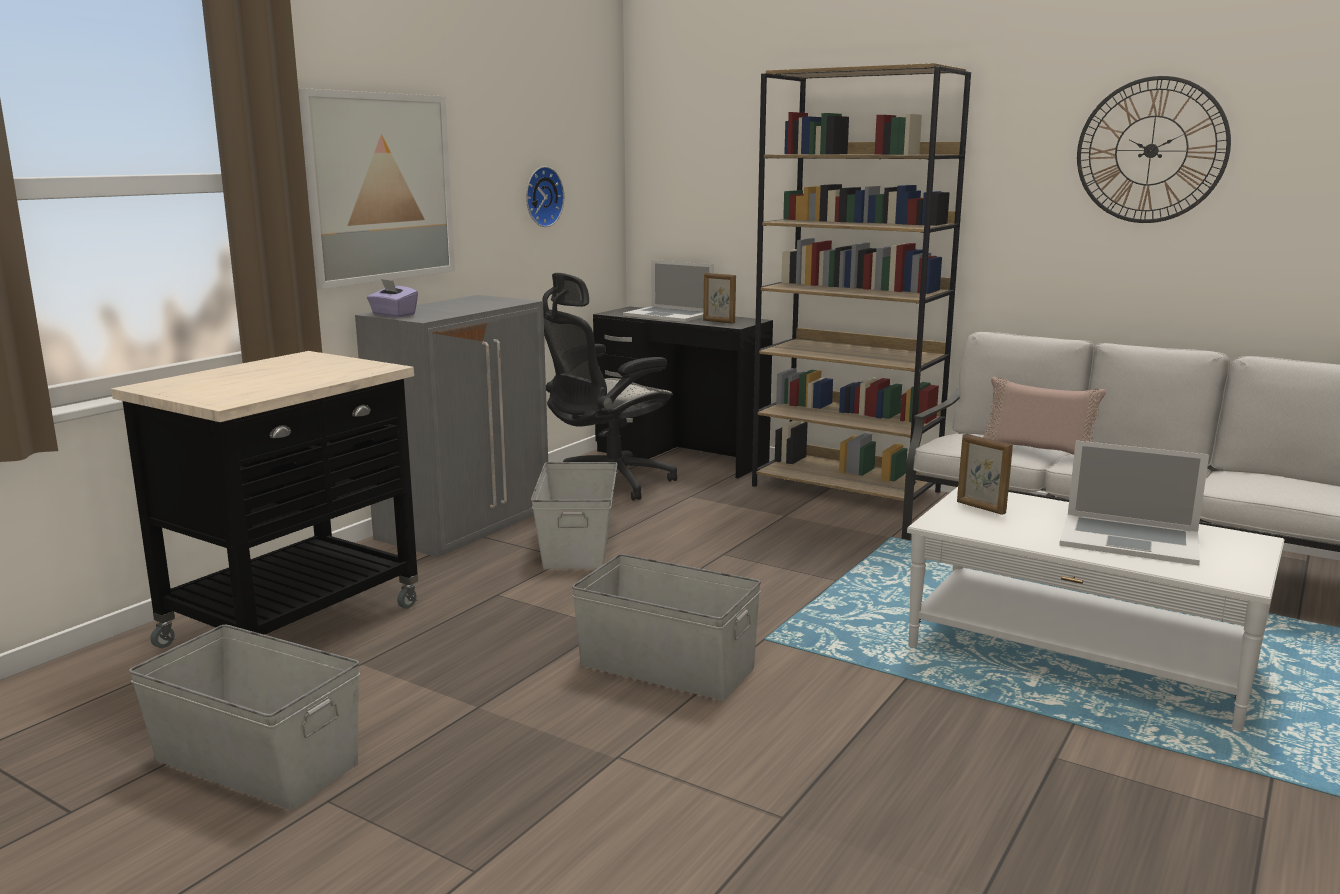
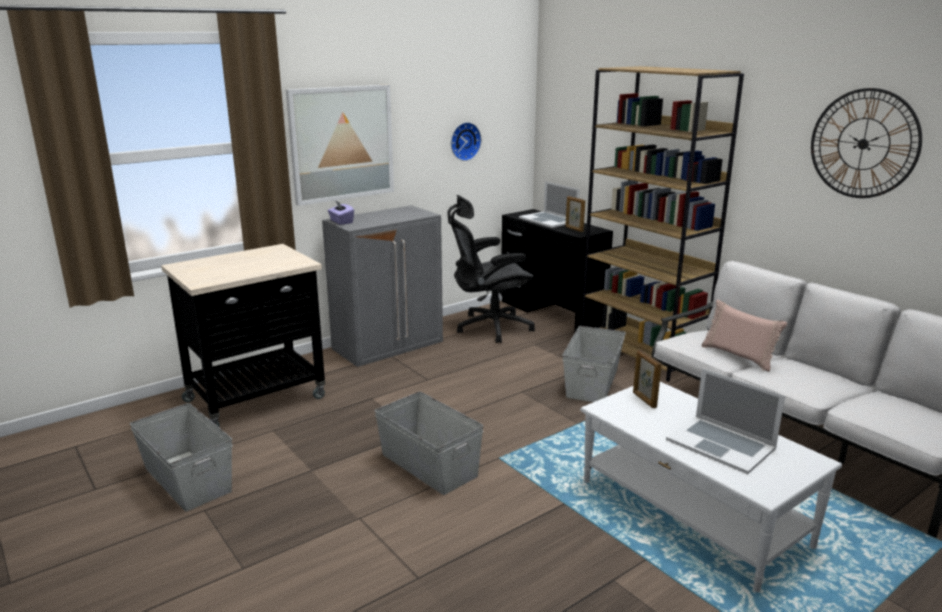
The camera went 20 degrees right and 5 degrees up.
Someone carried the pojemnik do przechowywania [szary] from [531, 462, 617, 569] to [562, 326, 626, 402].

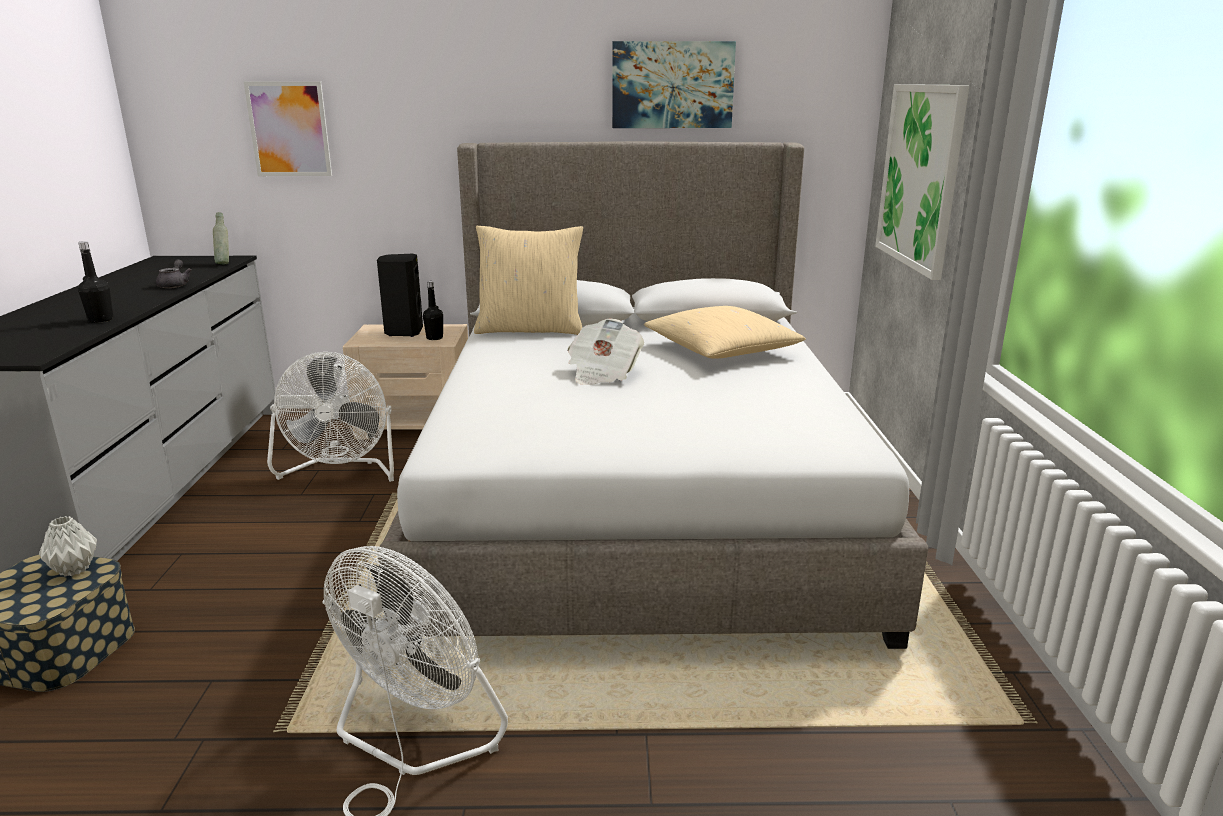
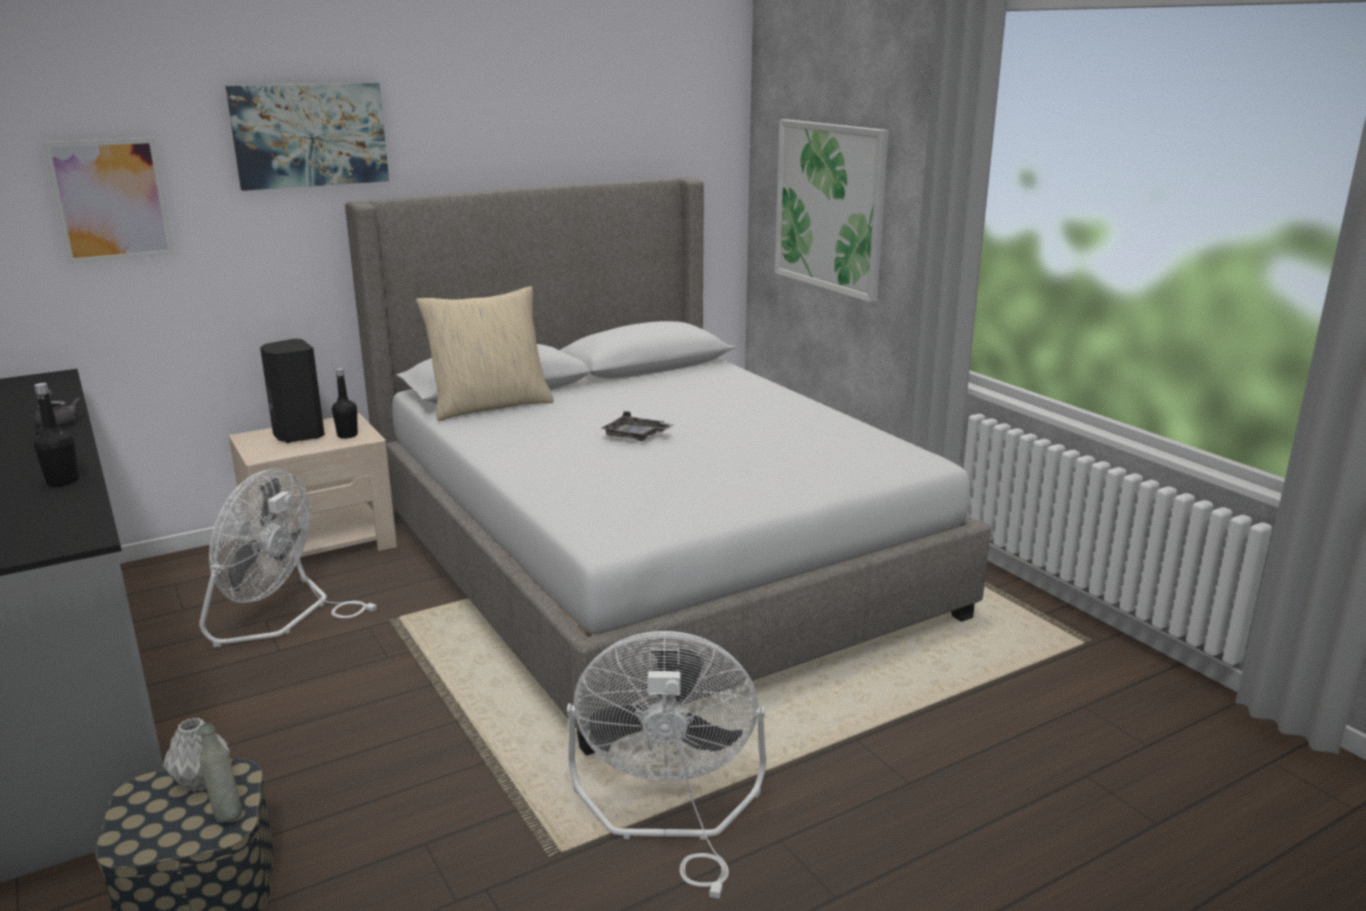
The camera went 30 degrees left and 0 degrees up.
Someone carried the butelka [szary] from [213, 212, 229, 264] to [200, 723, 242, 823].
Someone rotated the wentylator [biały] at [267, 352, 394, 482] by 135 degrees clockwise.
Someone swapped the gazeta at [568, 319, 644, 385] for the taca [szary] at [601, 411, 674, 441].
Someone carried the obraz from [612, 41, 736, 128] to [226, 83, 389, 191].
Someone took away the poduszka [beżowy] at [644, 306, 806, 359].

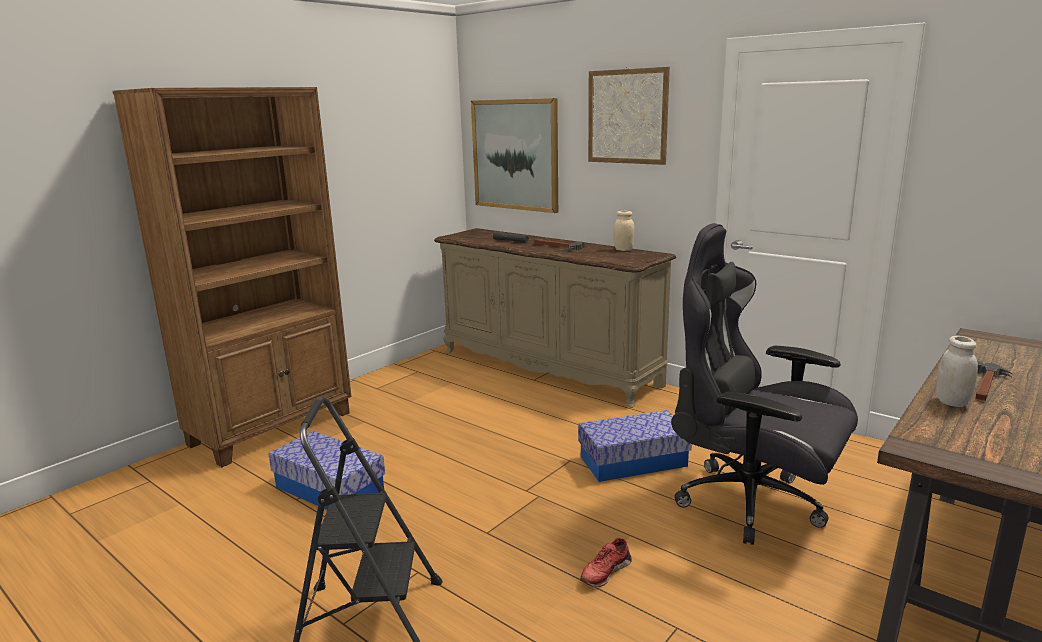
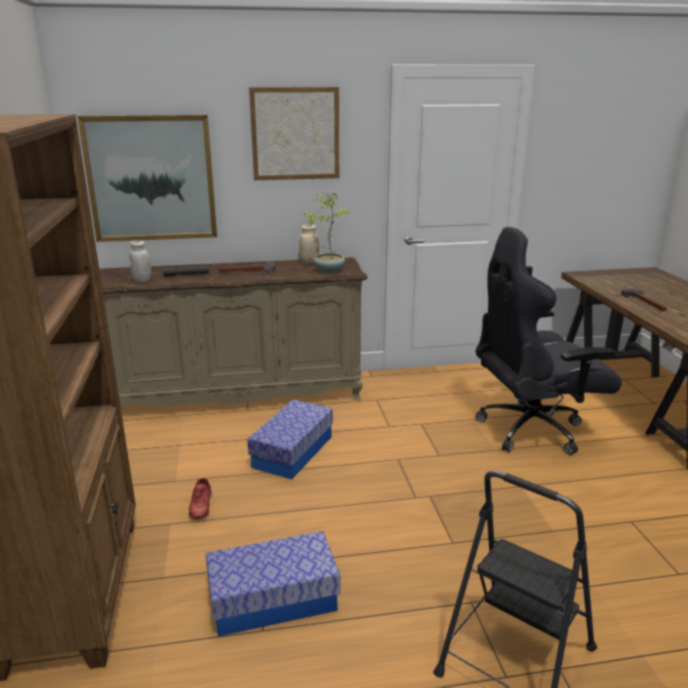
The camera went 50 degrees left and 5 degrees up.
Someone carried the pojemnik do przechowywania from [578, 410, 692, 482] to [247, 399, 333, 479].
Someone carried the but [czerwony] from [580, 538, 632, 587] to [189, 478, 212, 519].
Someone carried the słoik [biały] from [936, 336, 978, 407] to [129, 240, 151, 283].
Someone put down the roślina doniczkowa at [304, 192, 349, 273].

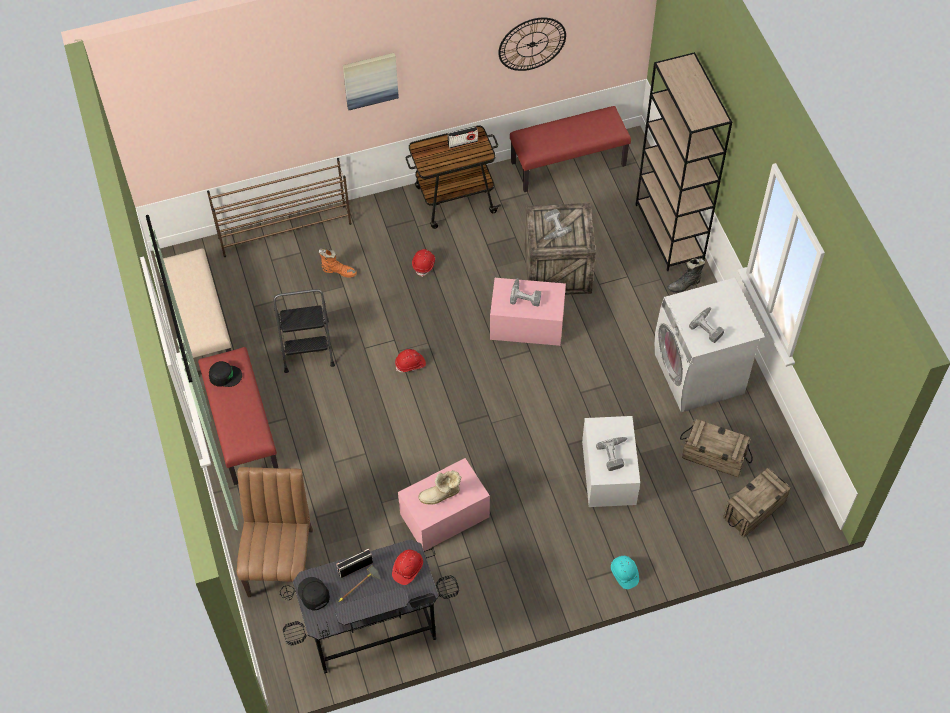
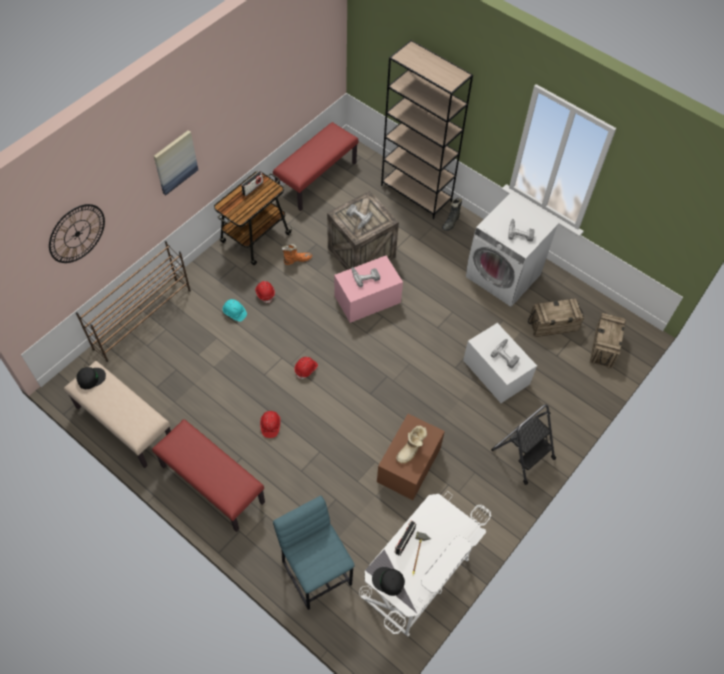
The camera went 35 degrees left and 0 degrees up.
Someone carried the czapka z daszkiem [czarny] from [209, 361, 242, 387] to [76, 367, 106, 389].
Someone swapped the krzesło [brązowy] at [237, 467, 313, 597] for the stołek [niebieski] at [273, 496, 355, 610].
Someone carried the drabinka [czarny] from [274, 289, 335, 373] to [491, 404, 556, 485].
Someone repainted the biurko [czarny] at [280, 539, 459, 673], which became the biurko [biały] at [359, 491, 491, 637].
Someone carried the but z cholewką [pomarańczowy] from [319, 249, 357, 277] to [282, 244, 312, 265].
Someone carried the kask [czerwony] from [392, 550, 423, 585] to [260, 411, 281, 438].
Someone repainted the pojemnik do przechowywania [różowy] at [398, 458, 490, 551], which became the pojemnik do przechowywania [brązowy] at [377, 414, 445, 500].
Someone carried the zegar ścienny from [498, 18, 566, 71] to [49, 204, 105, 263].
Someone carried the kask [turkusowy] from [611, 556, 639, 589] to [223, 299, 247, 322].

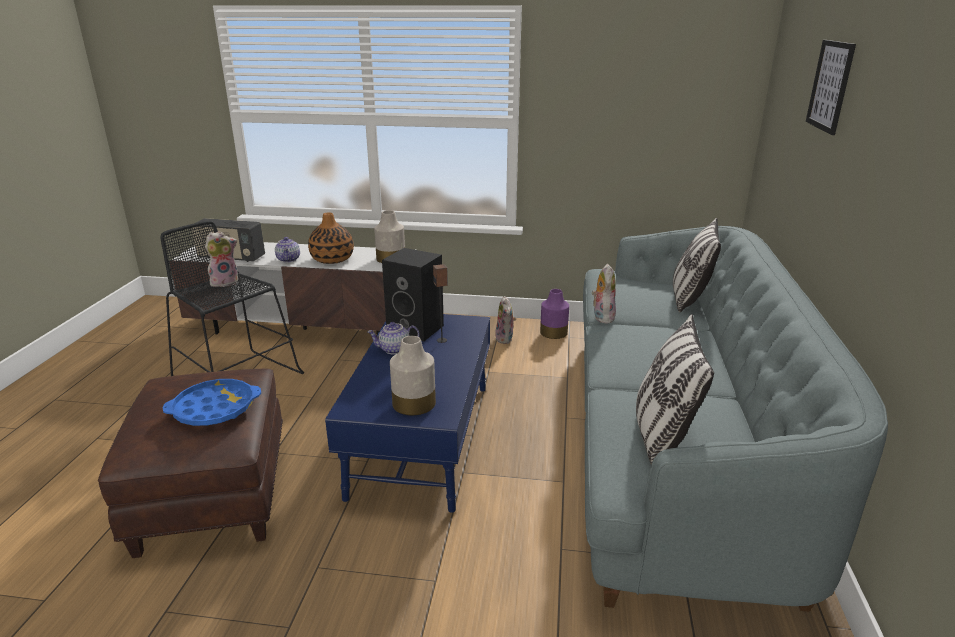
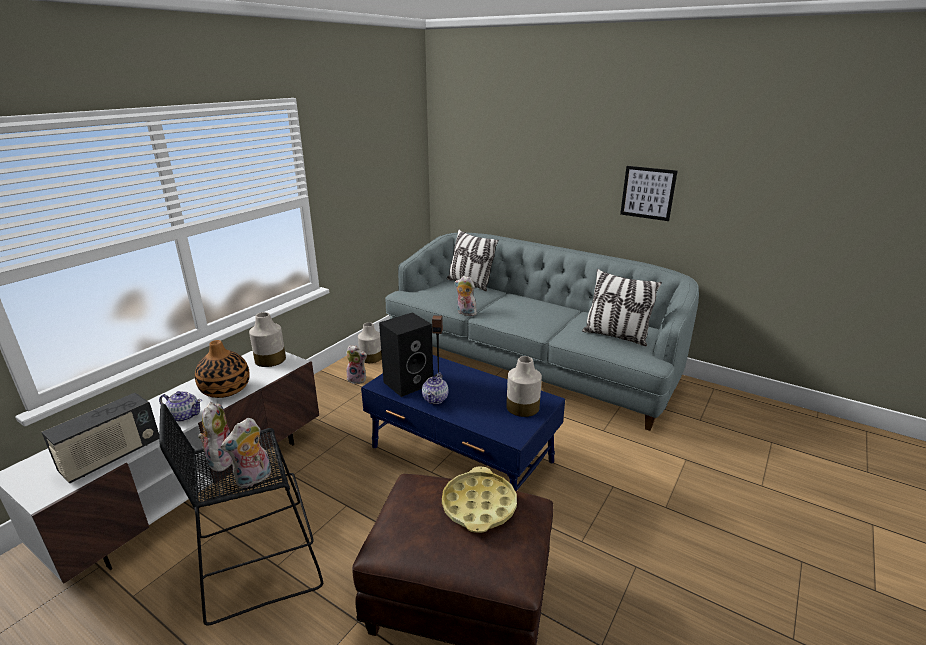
The camera went 65 degrees left and 0 degrees up.
Someone repainted the taca [niebieski] at [163, 379, 261, 426], which became the taca [żółty] at [442, 467, 517, 533].
Someone repainted the wazon [fioletowy] at [540, 289, 569, 339], which became the wazon [beżowy] at [358, 322, 382, 363].
Someone carried the obraz from [806, 40, 856, 135] to [620, 166, 677, 221].
Someone put down the pluszak at [221, 418, 271, 488].

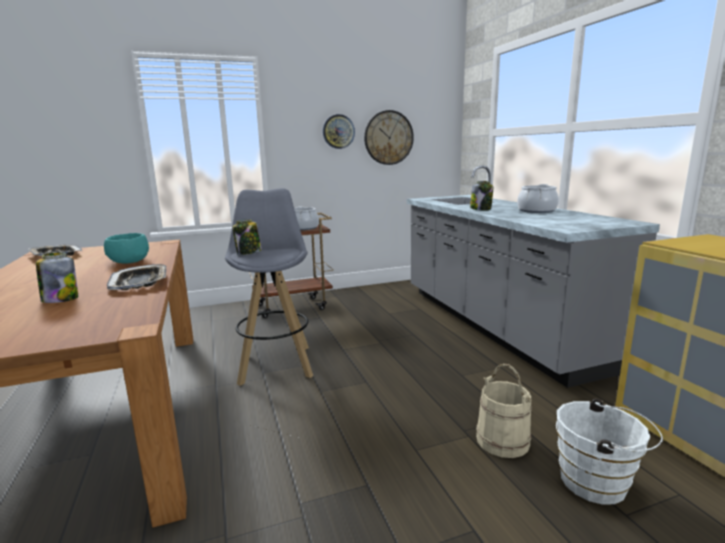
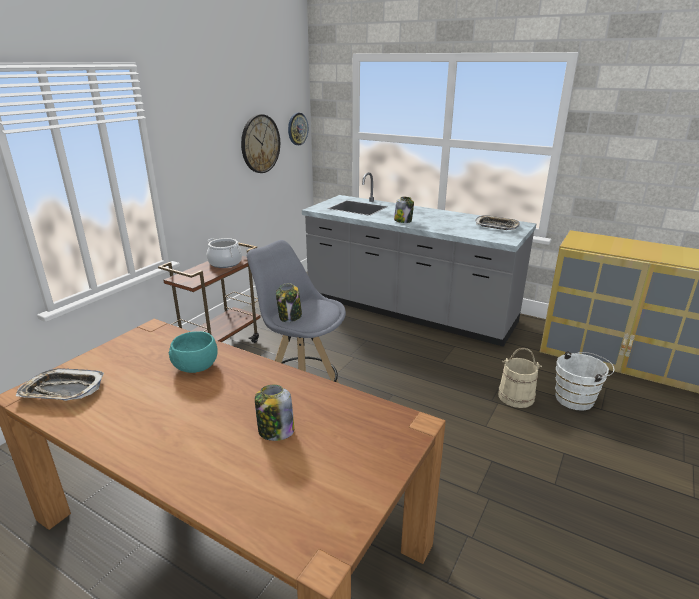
The camera went 40 degrees left and 10 degrees up.
Someone carried the taca from [107, 264, 166, 290] to [475, 215, 520, 230].
Someone carried the zegar ścienny from [323, 114, 355, 149] to [288, 113, 308, 145].
Someone took away the garnek at [517, 184, 559, 213].

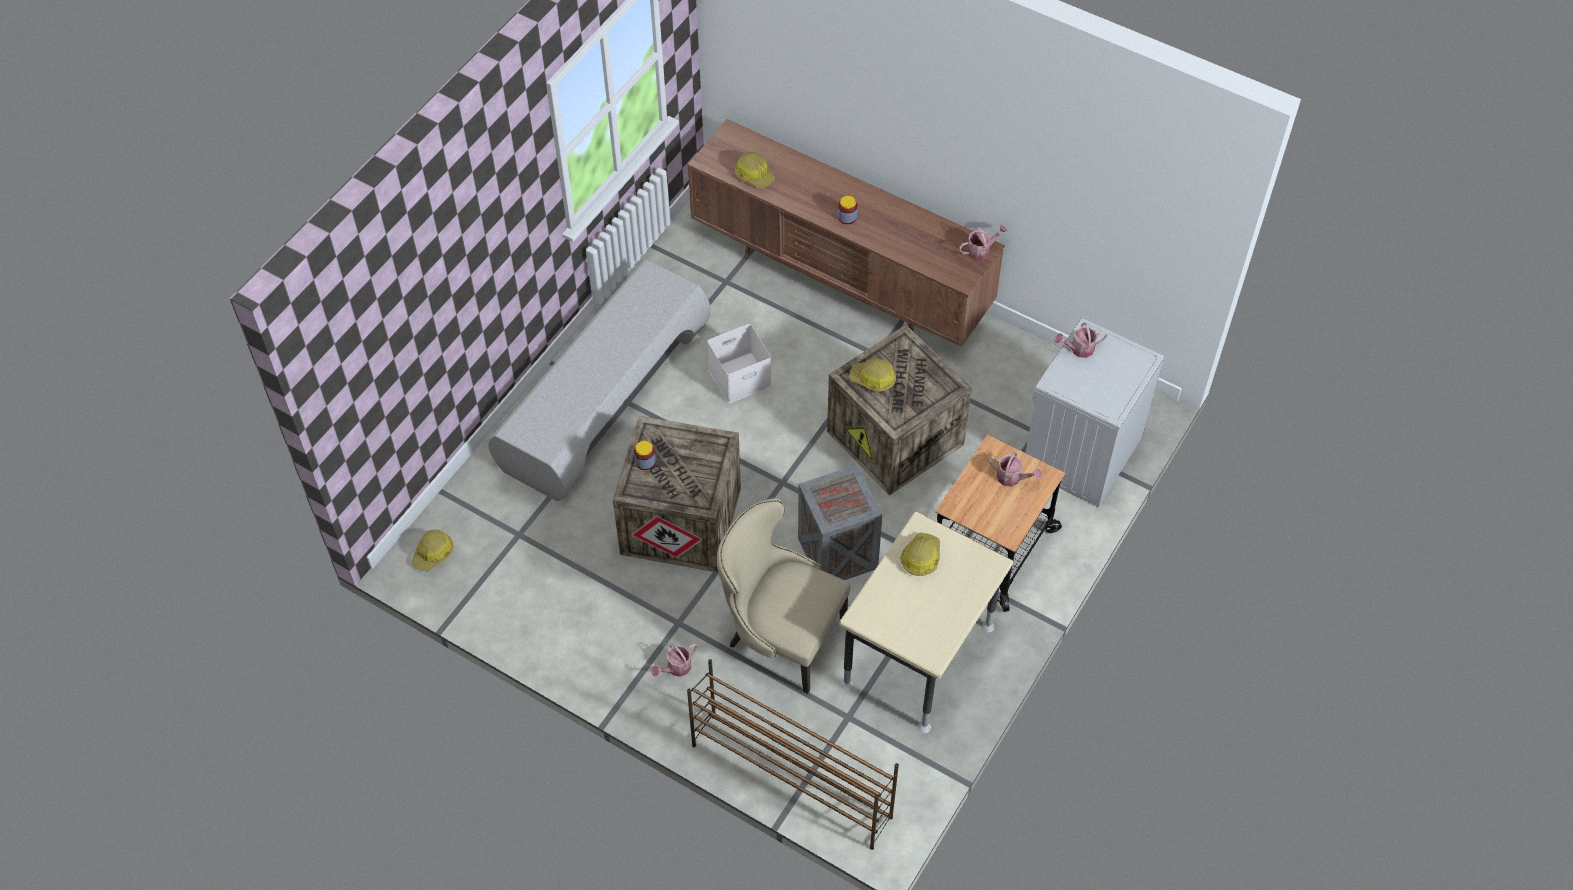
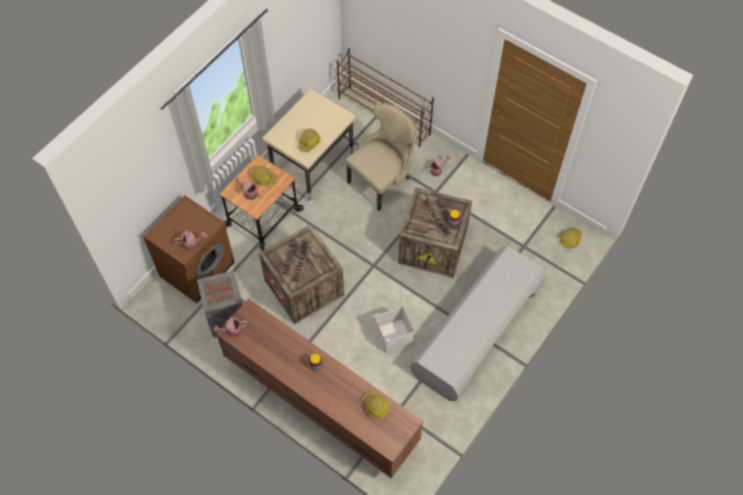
The camera went 175 degrees left and 5 degrees up.
Someone rotated the krzesło [beżowy] at [717, 498, 850, 694] by 75 degrees counterclockwise.
Someone carried the skrzynka from [798, 465, 882, 580] to [197, 270, 243, 338].
Someone carried the kask from [849, 358, 896, 392] to [251, 166, 278, 186].
Someone repainted the pralka [biały] at [1025, 318, 1164, 507], which became the pralka [brązowy] at [143, 195, 235, 303].

